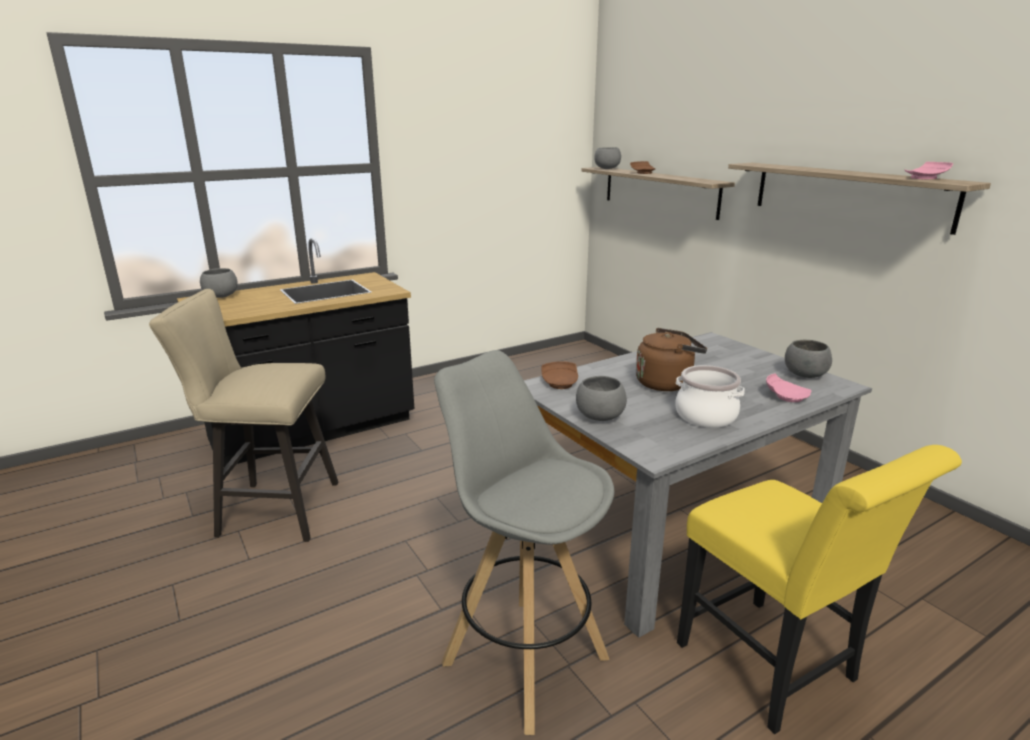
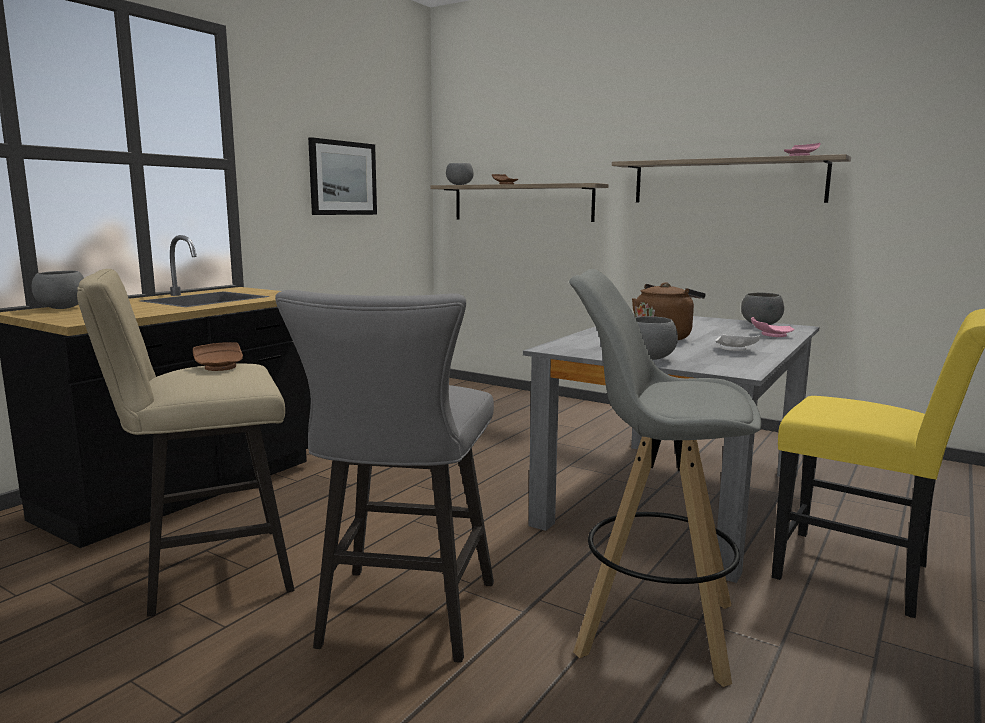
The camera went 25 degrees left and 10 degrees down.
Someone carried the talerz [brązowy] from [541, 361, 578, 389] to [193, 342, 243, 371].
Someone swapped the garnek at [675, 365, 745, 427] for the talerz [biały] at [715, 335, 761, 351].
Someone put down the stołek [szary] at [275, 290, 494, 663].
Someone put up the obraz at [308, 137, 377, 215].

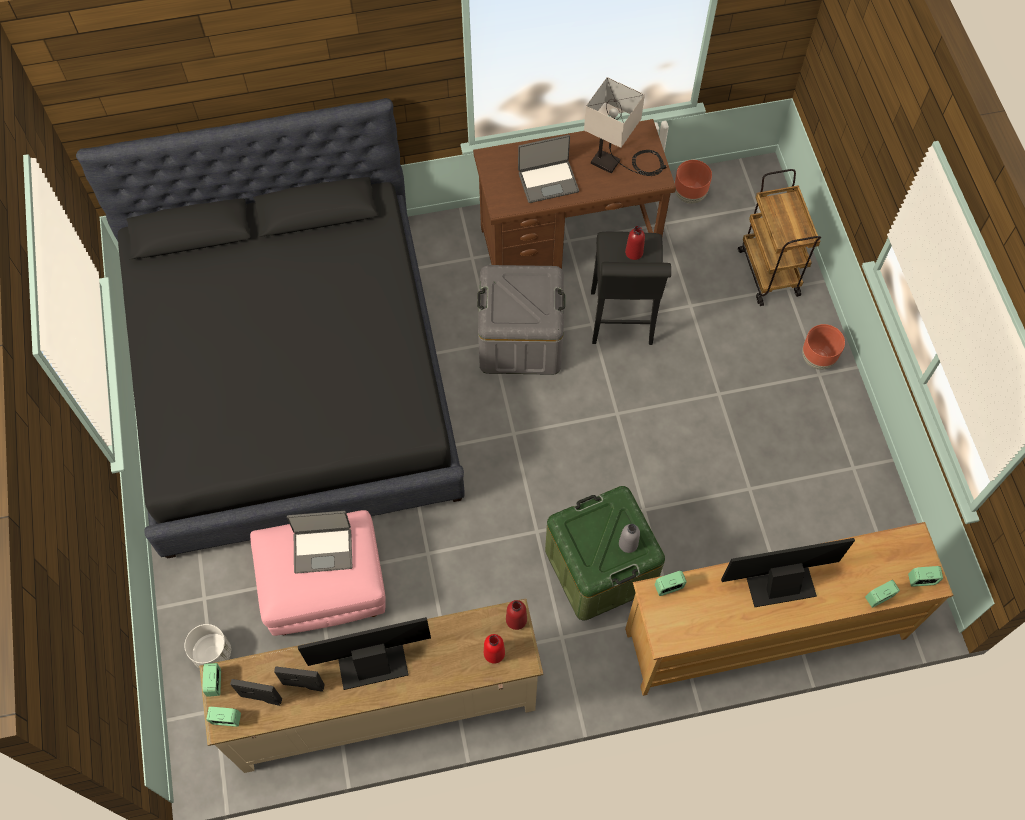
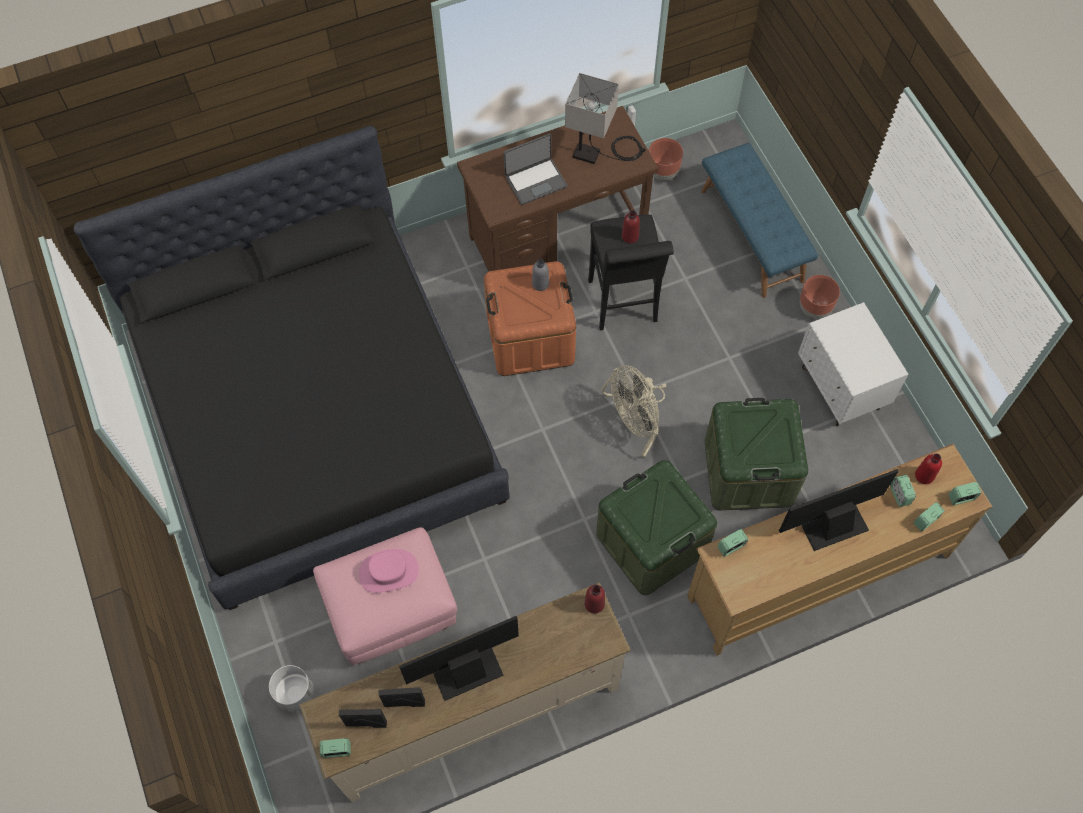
The camera went 10 degrees left and 0 degrees up.
Someone carried the budzik from [203, 663, 221, 696] to [890, 475, 916, 507].
Someone swapped the laptop at [287, 511, 352, 574] for the kapelusz [różowy] at [359, 549, 419, 593].
Someone repainted the pojemnik do przechowywania [szary] at [477, 265, 565, 375], which became the pojemnik do przechowywania [pomarańczowy] at [484, 261, 576, 376].
Someone carried the butelka [czerwony] from [484, 634, 505, 664] to [915, 454, 942, 484].
Someone carried the butelka [szary] from [619, 524, 640, 553] to [532, 259, 549, 291].
Someone swapped the wózek [brązowy] at [738, 169, 821, 306] for the ławka [niebieski] at [701, 143, 818, 298].
Someone put down the wentylator [beżowy] at [601, 365, 668, 458].
Someone put down the pojemnik do przechowywania [zielony] at [705, 398, 808, 510].
Someone put down the szafka nocna [biały] at [798, 302, 908, 426].

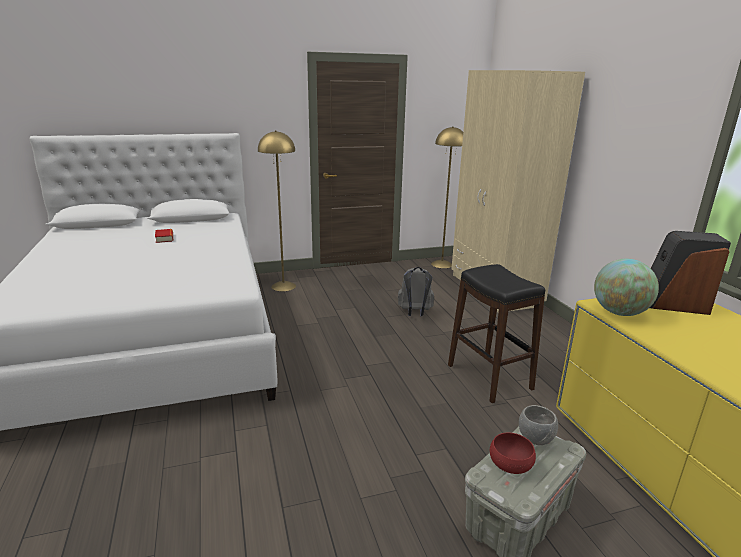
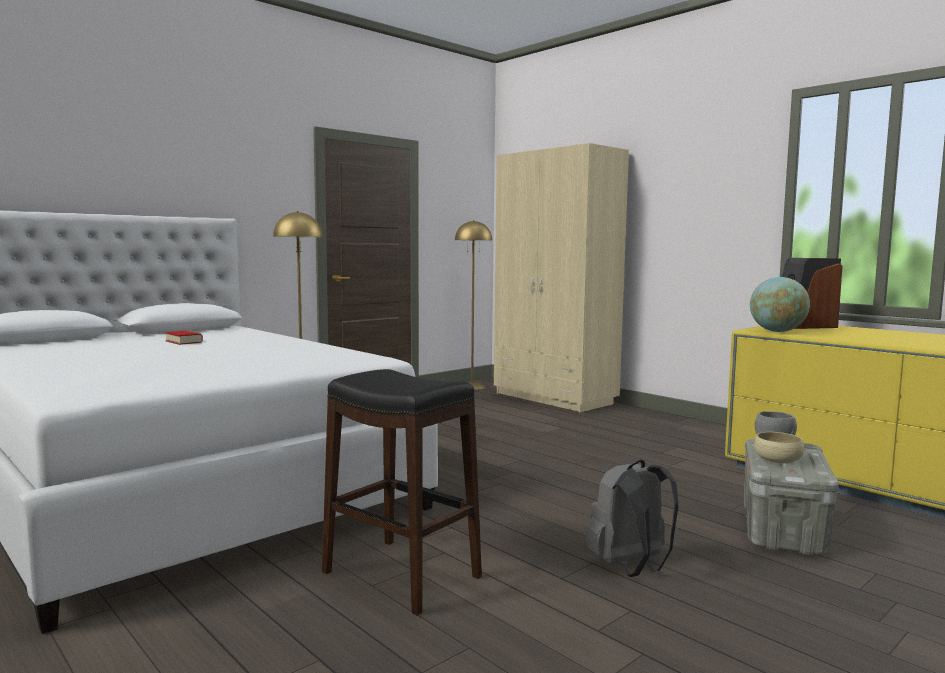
The camera went 25 degrees left and 15 degrees down.
Someone carried the plecak [szary] from [398, 267, 434, 317] to [585, 460, 679, 577].
Someone carried the stołek [czarny] from [448, 264, 545, 403] to [322, 369, 482, 616].
Someone repainted the miska [czerwony] at [490, 432, 536, 474], which became the miska [beżowy] at [754, 432, 804, 463].

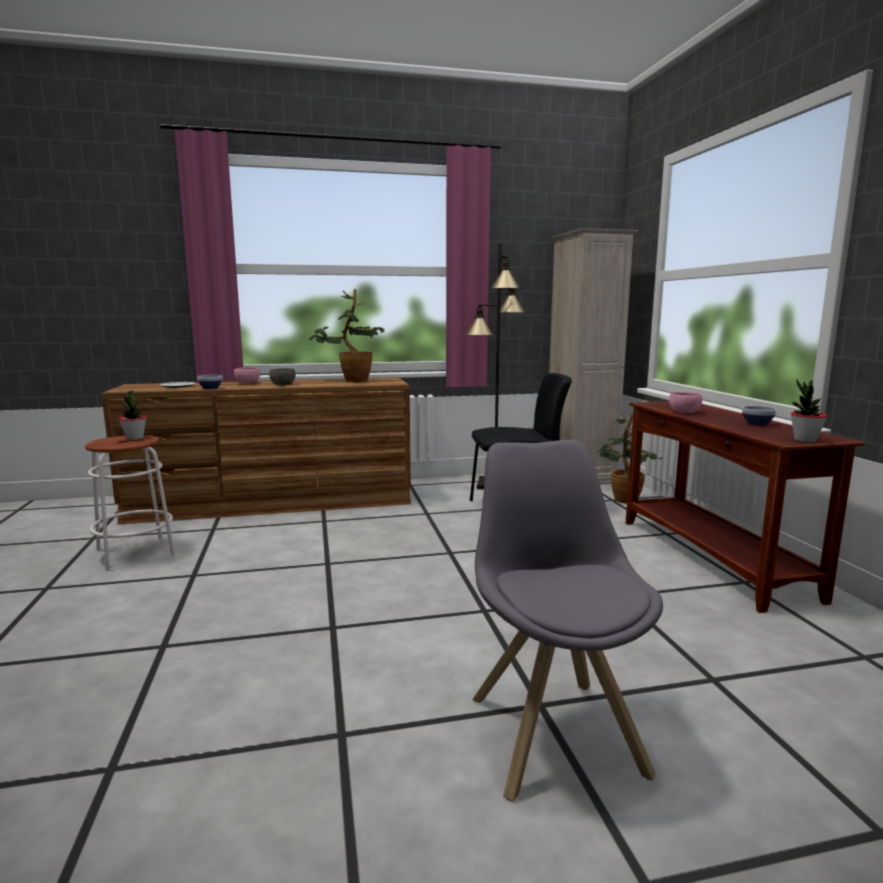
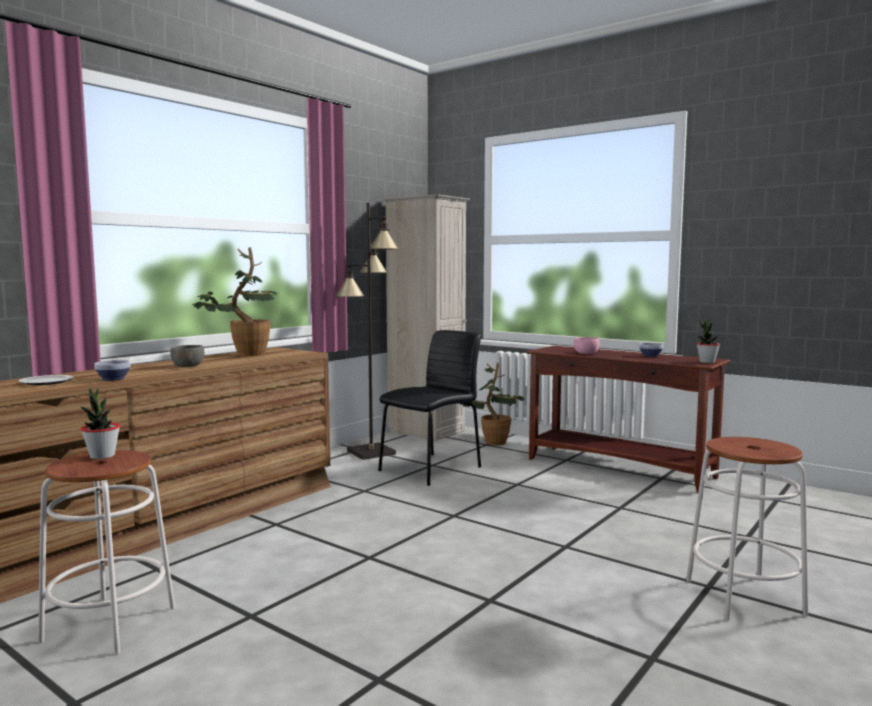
The camera went 40 degrees left and 5 degrees down.
Someone took away the miska [różowy] at [234, 367, 260, 384].
Someone swapped the krzesło [szary] at [472, 440, 663, 802] for the stołek [biały] at [686, 437, 808, 621].

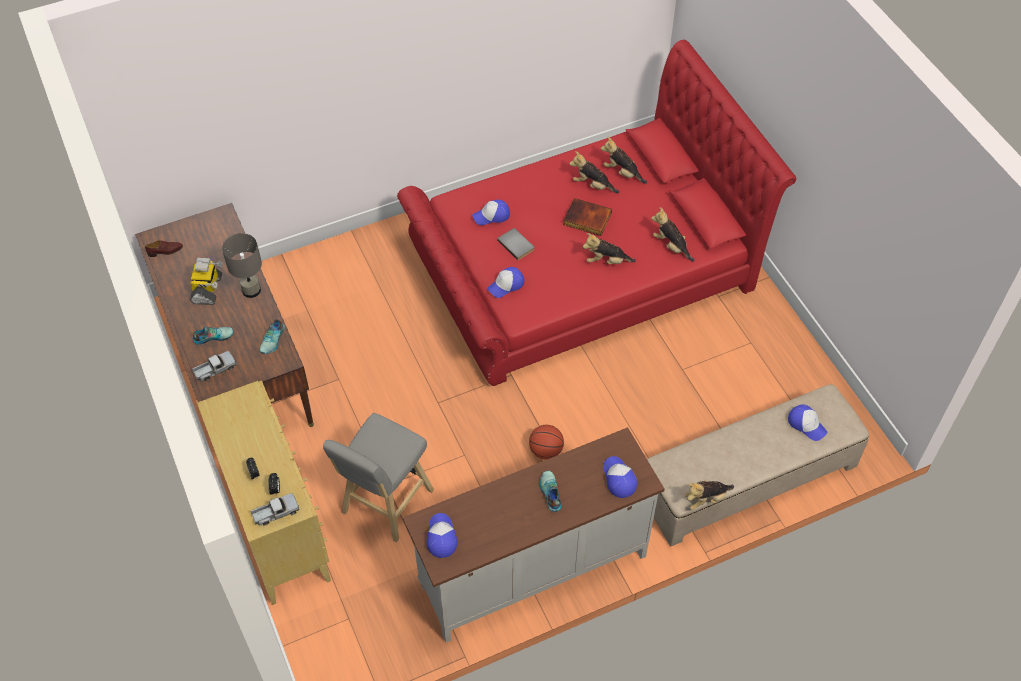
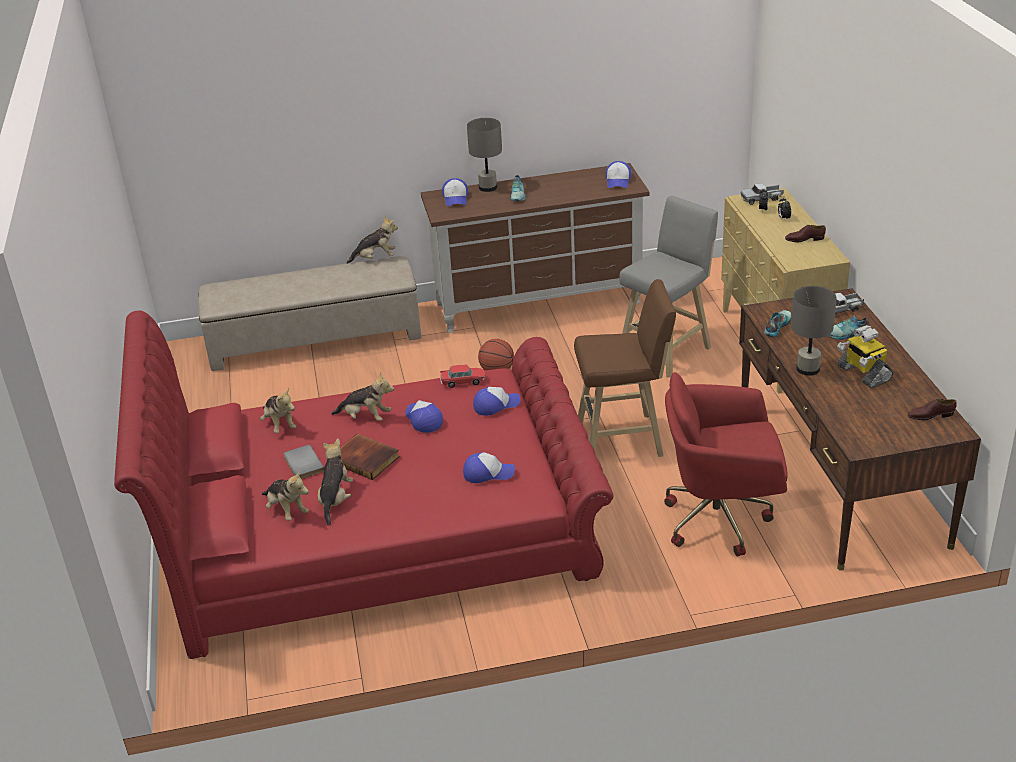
The camera went 165 degrees left and 20 degrees down.
Someone rotated the robot zabawkowy at [190, 258, 223, 305] by 45 degrees counterclockwise.
Someone carried the książka [szary] from [497, 228, 534, 260] to [283, 444, 324, 479].
Someone rotated the pluszak at [569, 151, 619, 193] by 120 degrees counterclockwise.
Someone carried the czapka z daszkiem from [788, 405, 827, 441] to [405, 400, 443, 433].
Someone put down the samochodzik at [440, 365, 485, 388].
Someone put down the lampa stołowa [szary] at [467, 118, 502, 192].
Someone put down the stołek [brązowy] at [574, 279, 676, 457].
Someone put down the krzesło biurowe [czerwony] at [664, 372, 788, 557].
Someone put down the but [brązowy] at [785, 225, 826, 242].

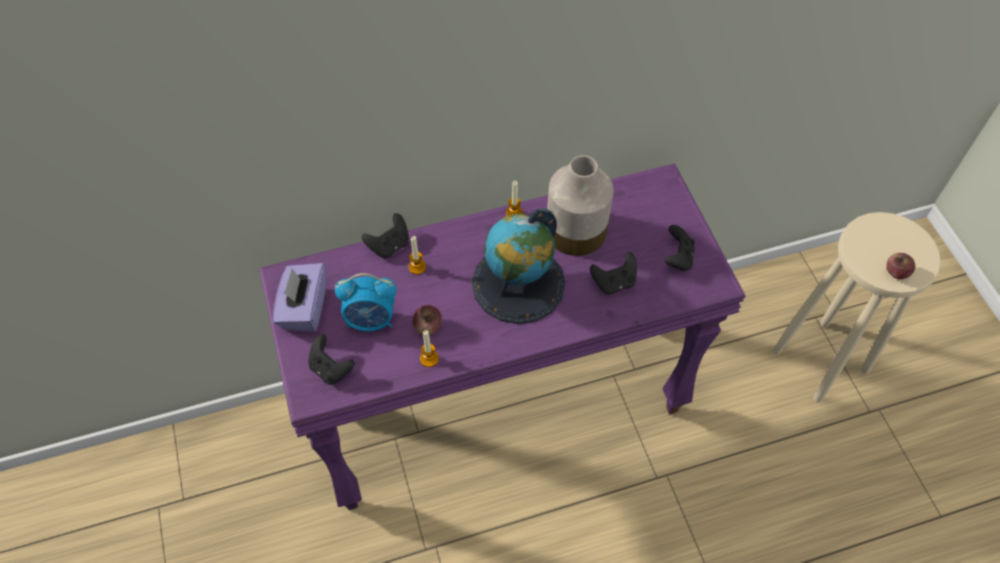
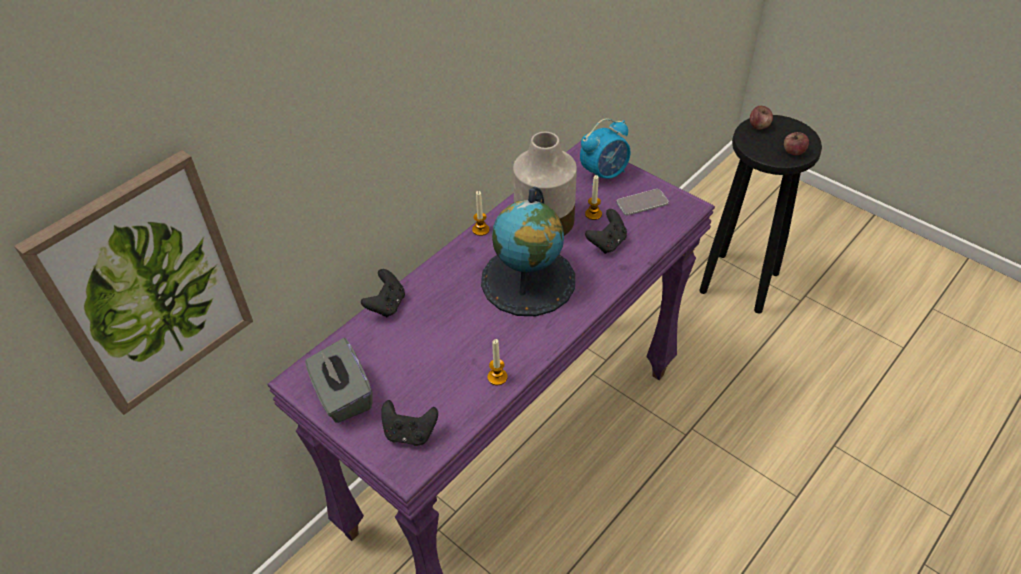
The camera went 30 degrees left and 10 degrees down.
Someone repainted the pudełko chusteczek [fioletowy] at [273, 263, 327, 332], which became the pudełko chusteczek [szary] at [305, 338, 373, 423].
Someone carried the budzik from [335, 273, 397, 331] to [580, 118, 631, 186].
Someone carried the świeca from [408, 236, 426, 274] to [585, 175, 602, 220].
Someone carried the jabłko from [413, 305, 442, 335] to [750, 106, 773, 130].
Someone swapped the pad do gier [czarny] at [664, 225, 695, 271] for the telefon at [617, 189, 668, 216].
Someone repainted the stołek [beżowy] at [773, 212, 941, 403], which became the stołek [czarny] at [699, 115, 822, 314].
Someone put up the obraz at [14, 150, 253, 415].

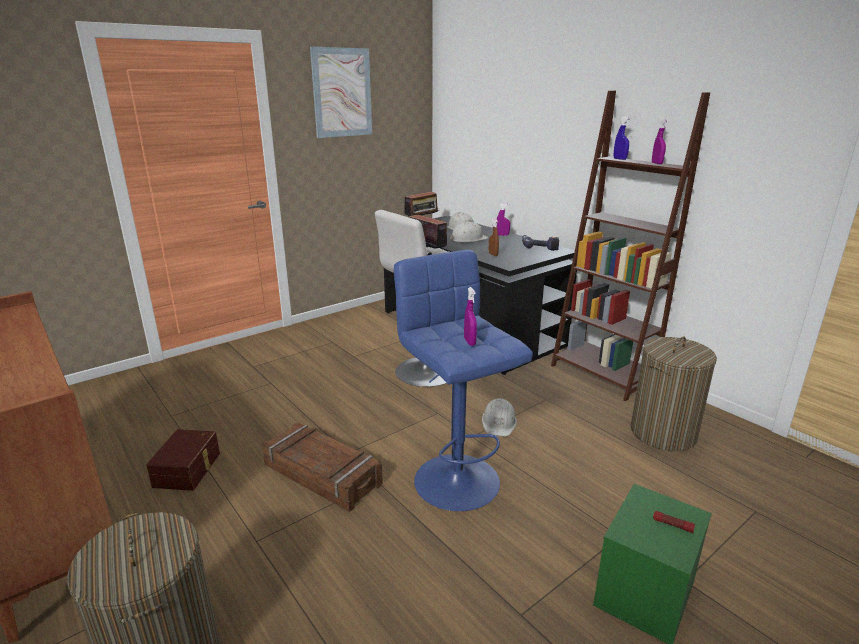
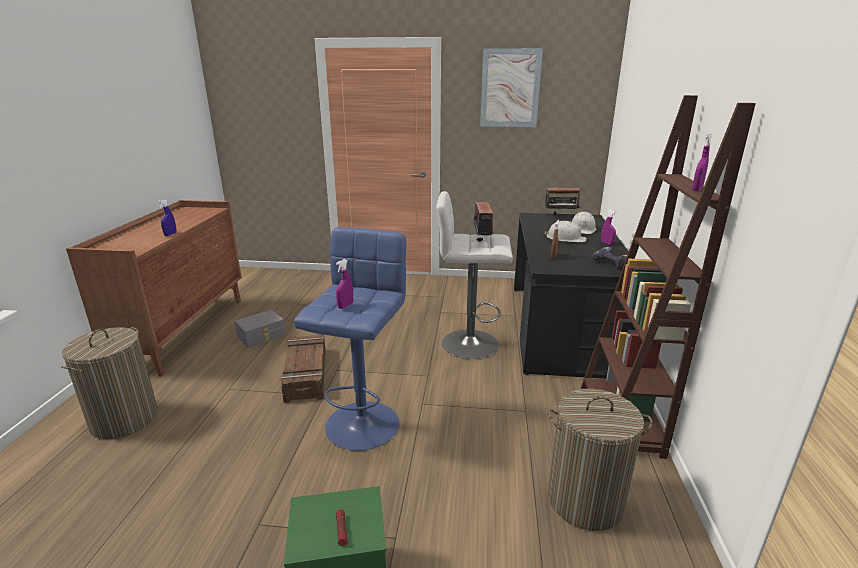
The camera went 45 degrees right and 0 degrees up.
Someone repainted the pojemnik do przechowywania [brązowy] at [146, 429, 220, 491], which became the pojemnik do przechowywania [szary] at [235, 310, 285, 348].
Someone took away the kask [biały] at [482, 398, 517, 437].
Someone carried the spryskiwacz [niebieski] from [614, 116, 631, 160] to [158, 199, 177, 236].

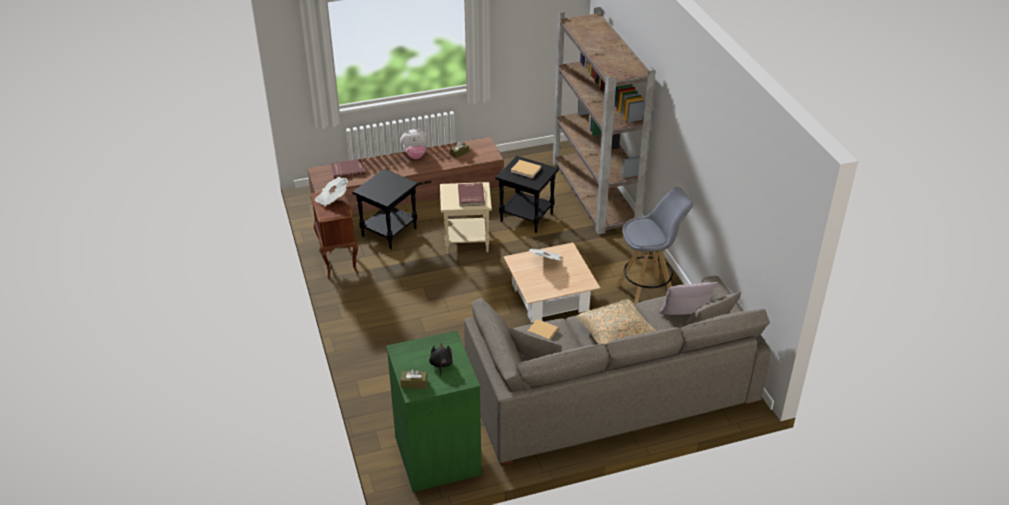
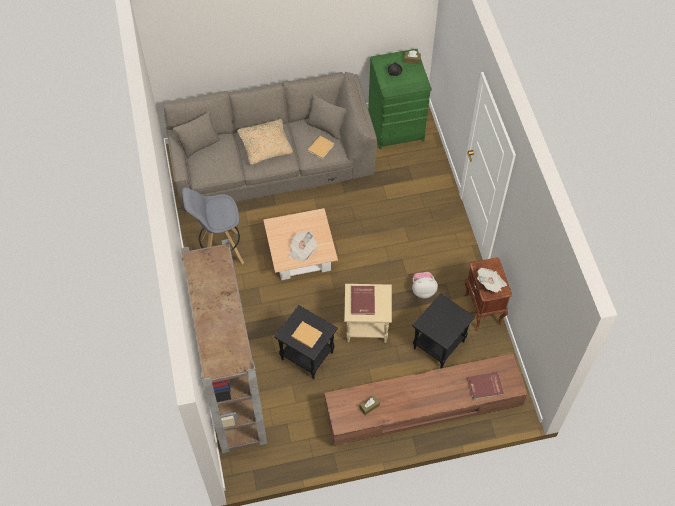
The camera went 175 degrees left and 20 degrees up.
Someone carried the pluszak from [400, 129, 427, 159] to [412, 272, 438, 298].
Someone took away the poduszka [fioletowy] at [659, 282, 718, 315].

